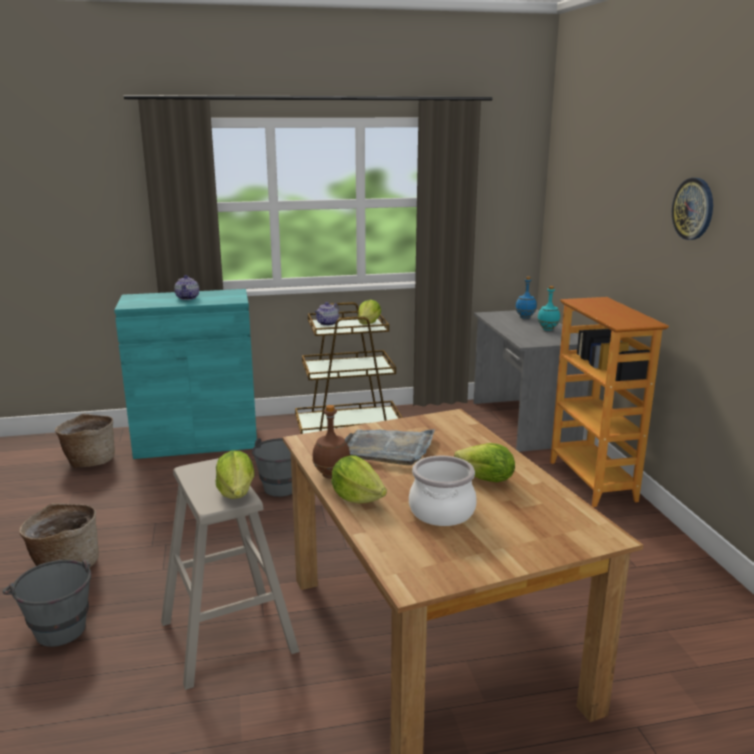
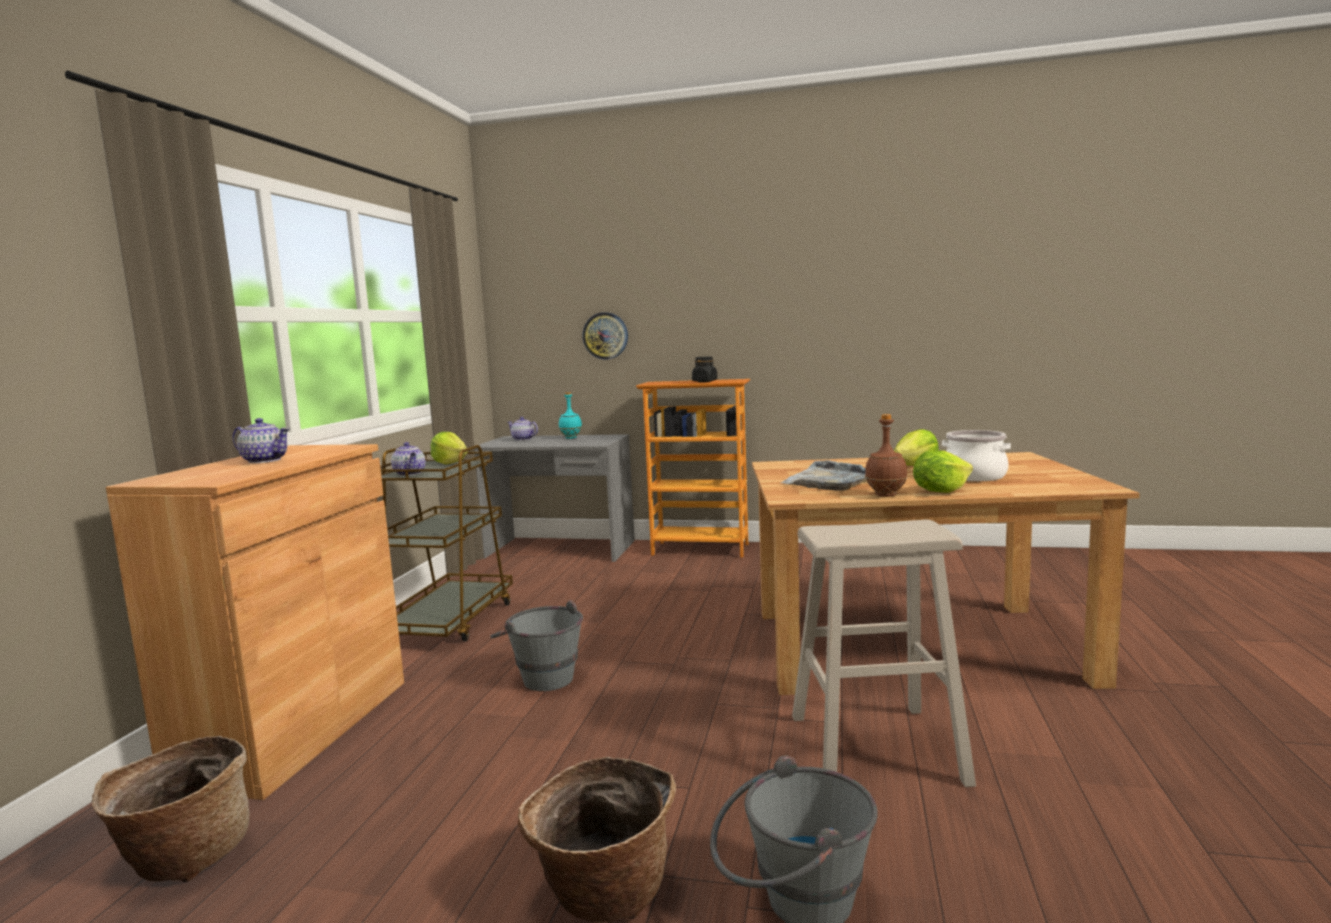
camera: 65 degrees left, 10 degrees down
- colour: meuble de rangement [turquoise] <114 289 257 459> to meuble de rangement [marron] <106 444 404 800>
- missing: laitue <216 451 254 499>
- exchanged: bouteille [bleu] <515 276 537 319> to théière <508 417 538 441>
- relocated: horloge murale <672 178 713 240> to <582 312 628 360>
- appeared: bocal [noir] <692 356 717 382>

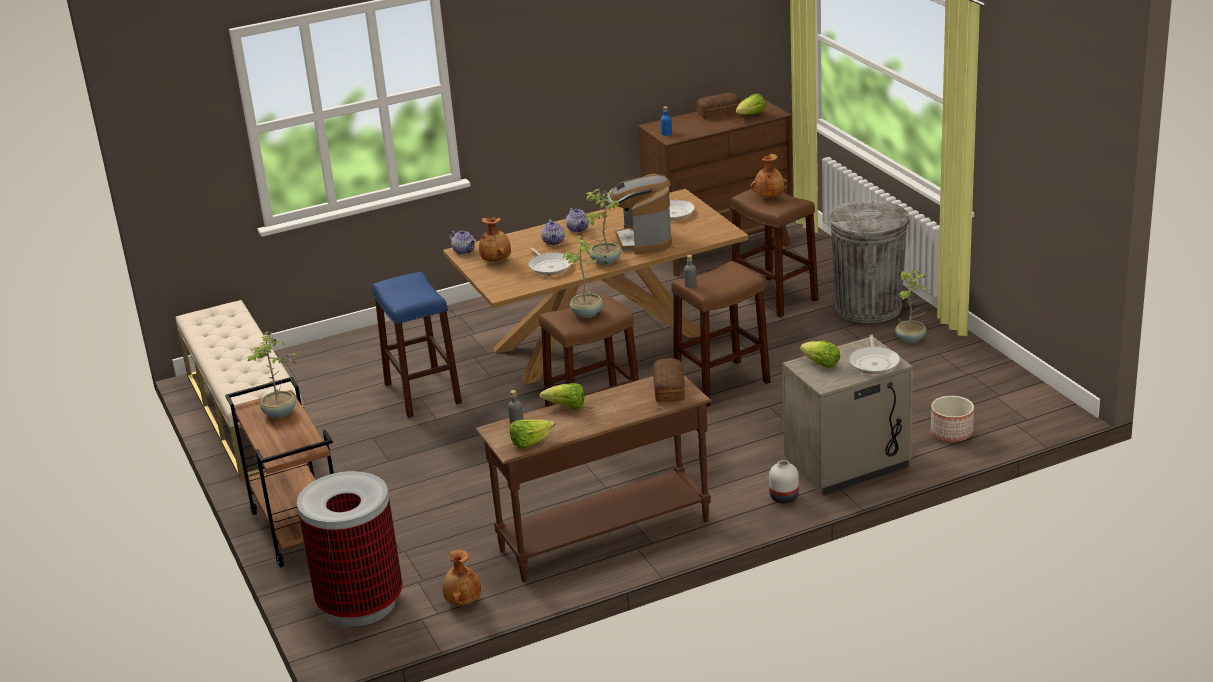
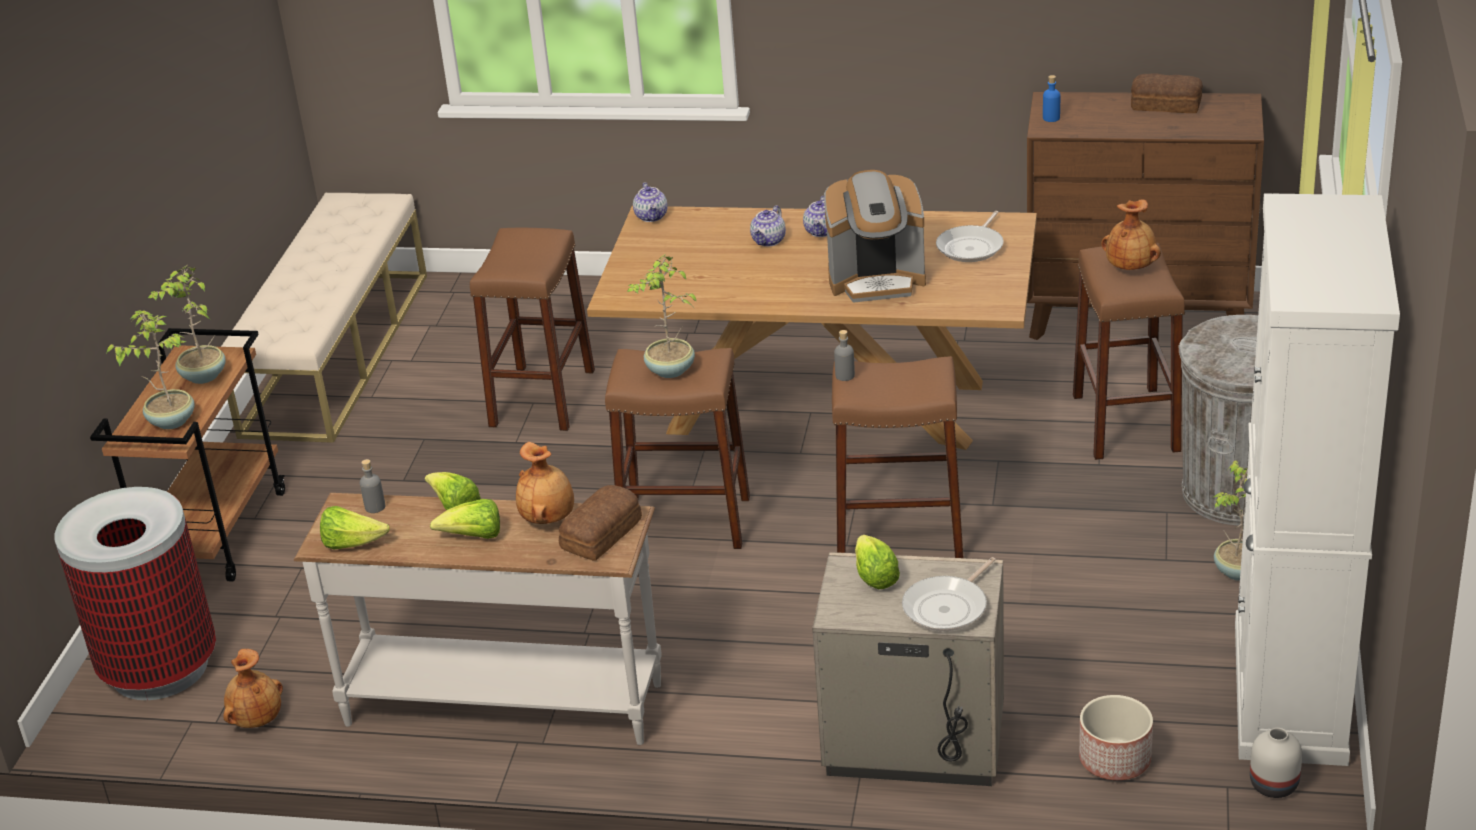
camera: 35 degrees right, 5 degrees up
- colour: tabouret [bleu] <373 272 462 418> to tabouret [marron] <470 228 595 431>
- colour: table console [marron] <476 375 711 582> to table console [blanc] <294 493 662 745>
- relocated: vase [marron] <479 217 511 262> to <516 442 574 524>
- missing: poêle <529 247 573 275>
- relocated: plante en pot <585 189 621 265> to <106 310 195 429>
- spun: machine à café <607 174 672 255> = <824 170 926 303> 120 degrees counterclockwise
- relocated: laitue <736 94 766 115> to <430 499 500 539>
- relocated: vase [blanc] <769 460 799 504> to <1250 728 1302 798>
- appeared: meuble de rangement [blanc] <1235 193 1400 766>

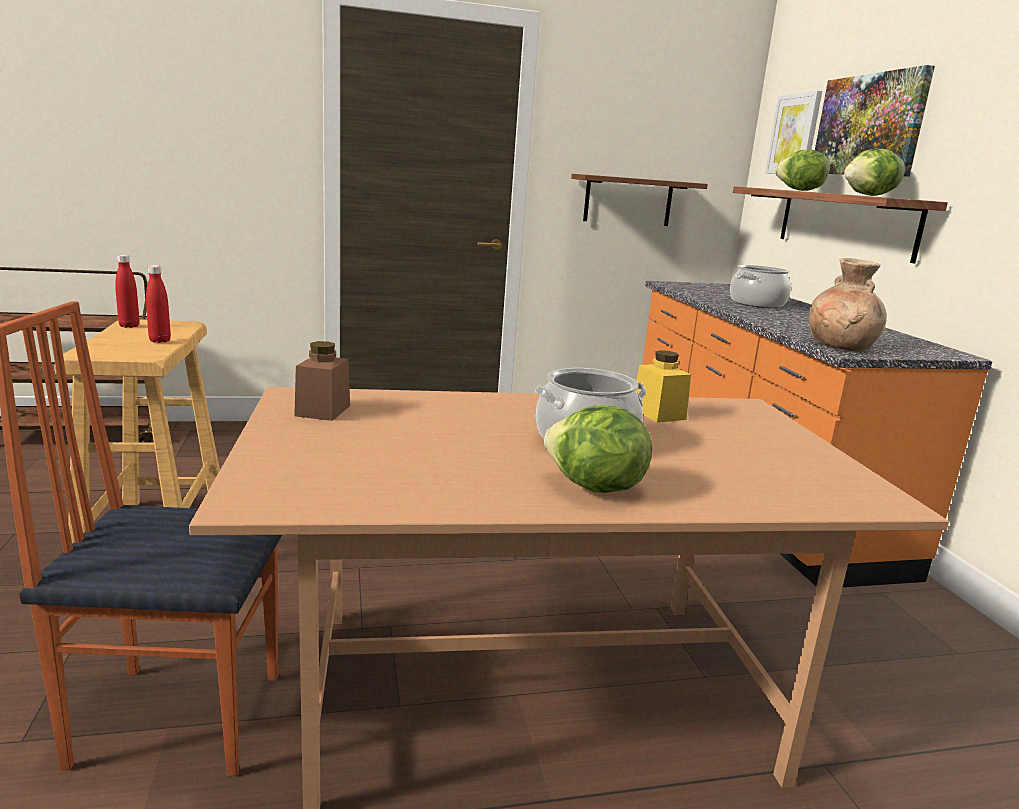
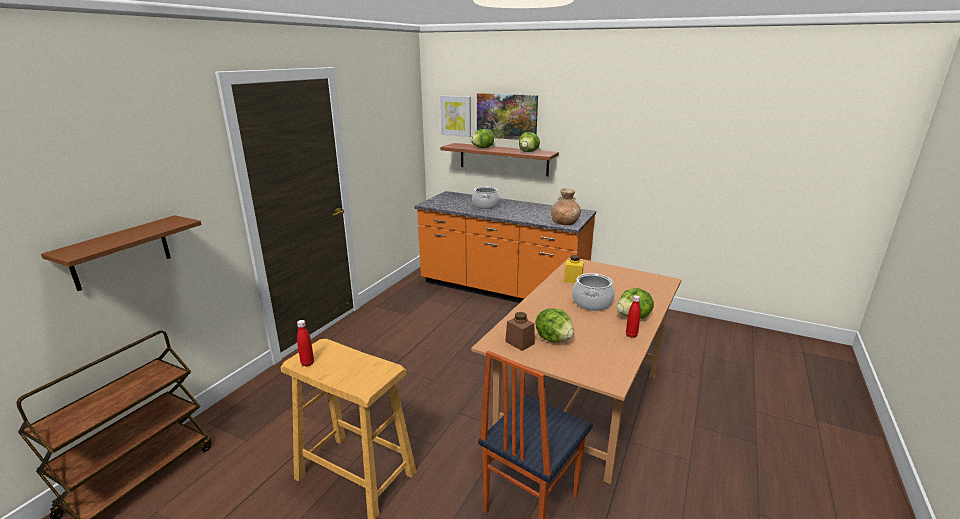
camera: 50 degrees left, 5 degrees up
- relocated: bouteille [rouge] <146 265 171 343> to <626 295 641 338>
- relocated: étagère [marron] <571 174 708 226> to <41 215 202 291>
- appeared: laitue <535 308 574 342>

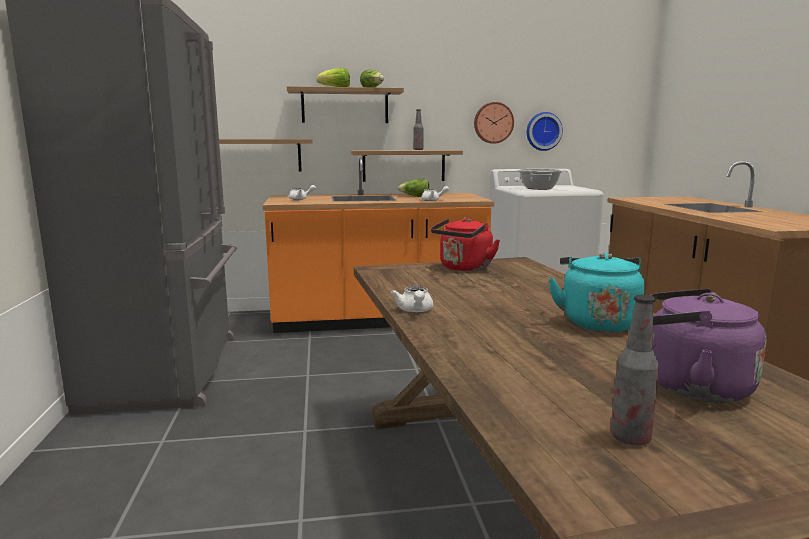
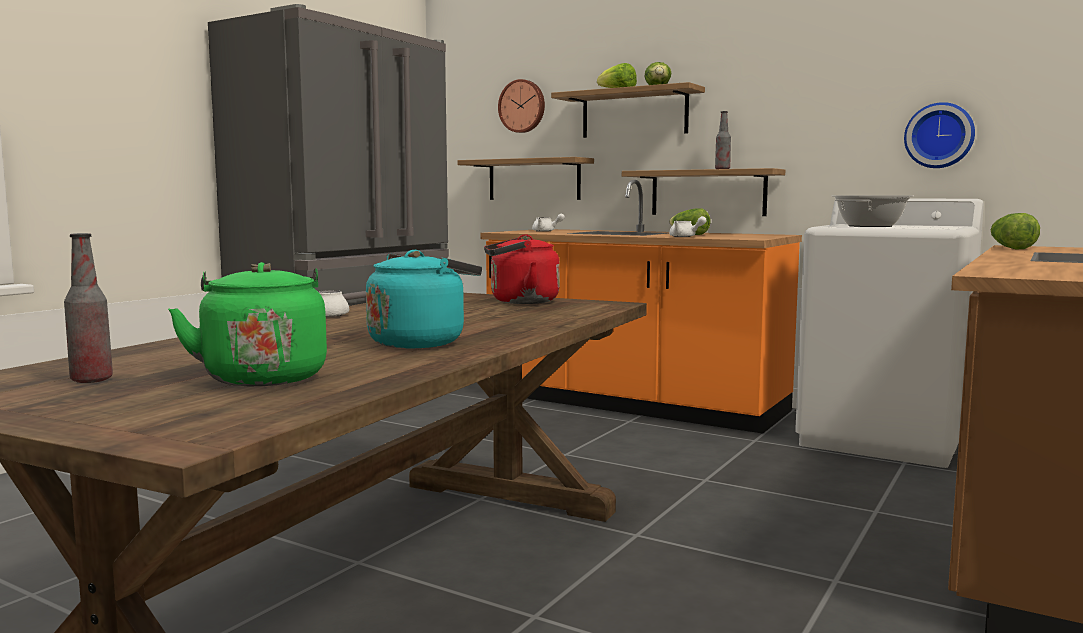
camera: 40 degrees right, 5 degrees down
- relocated: horloge murale <474 102 514 144> to <498 79 545 133>
- colour: bouilloire [violet] <650 289 767 403> to bouilloire [vert] <168 262 327 386>
- appeared: laitue <991 213 1040 249>

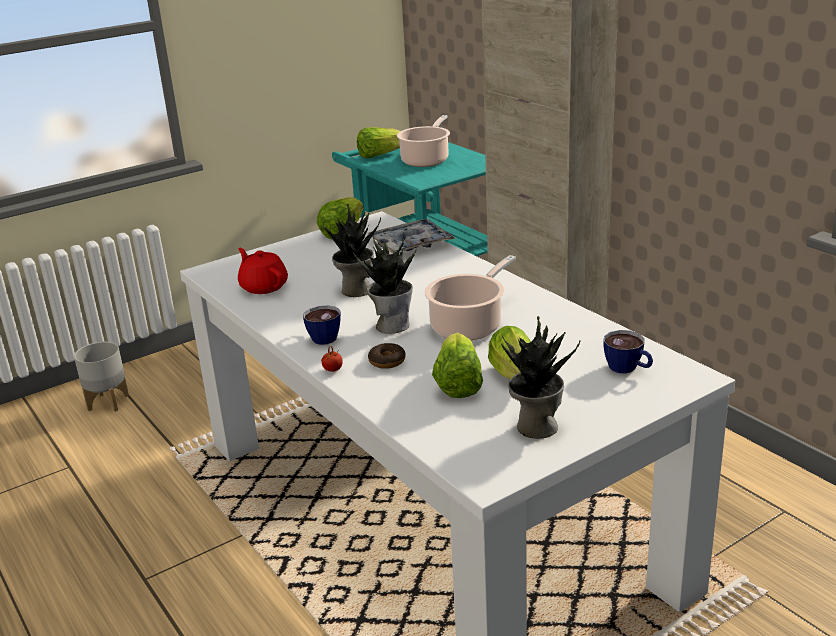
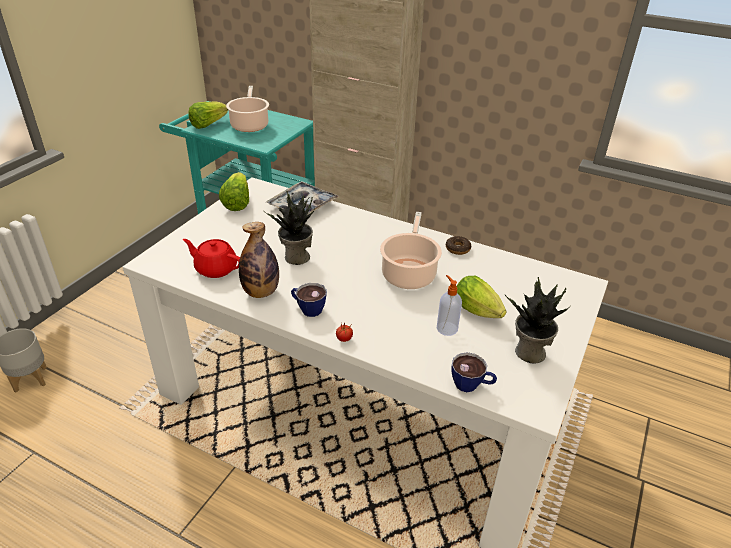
camera: 30 degrees left, 10 degrees up
- missing: plante en pot <353 237 417 334>
- relocated: beignet <368 343 406 369> to <446 236 471 255>
- exchanged: laitue <432 332 483 398> to distributeur de savon <437 275 462 336>
- relocated: tasse <603 330 653 374> to <451 352 497 392>
- appeared: bouteille <239 222 279 298>

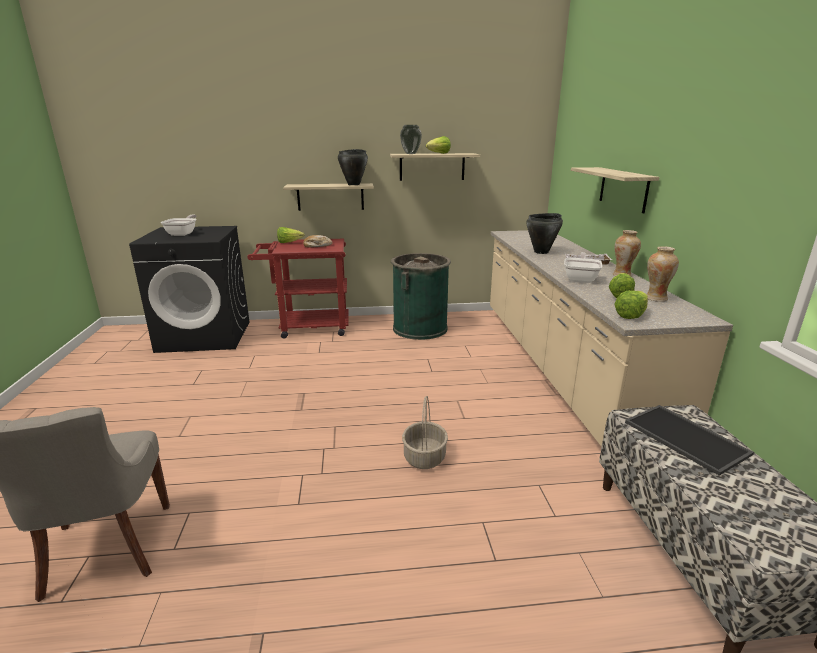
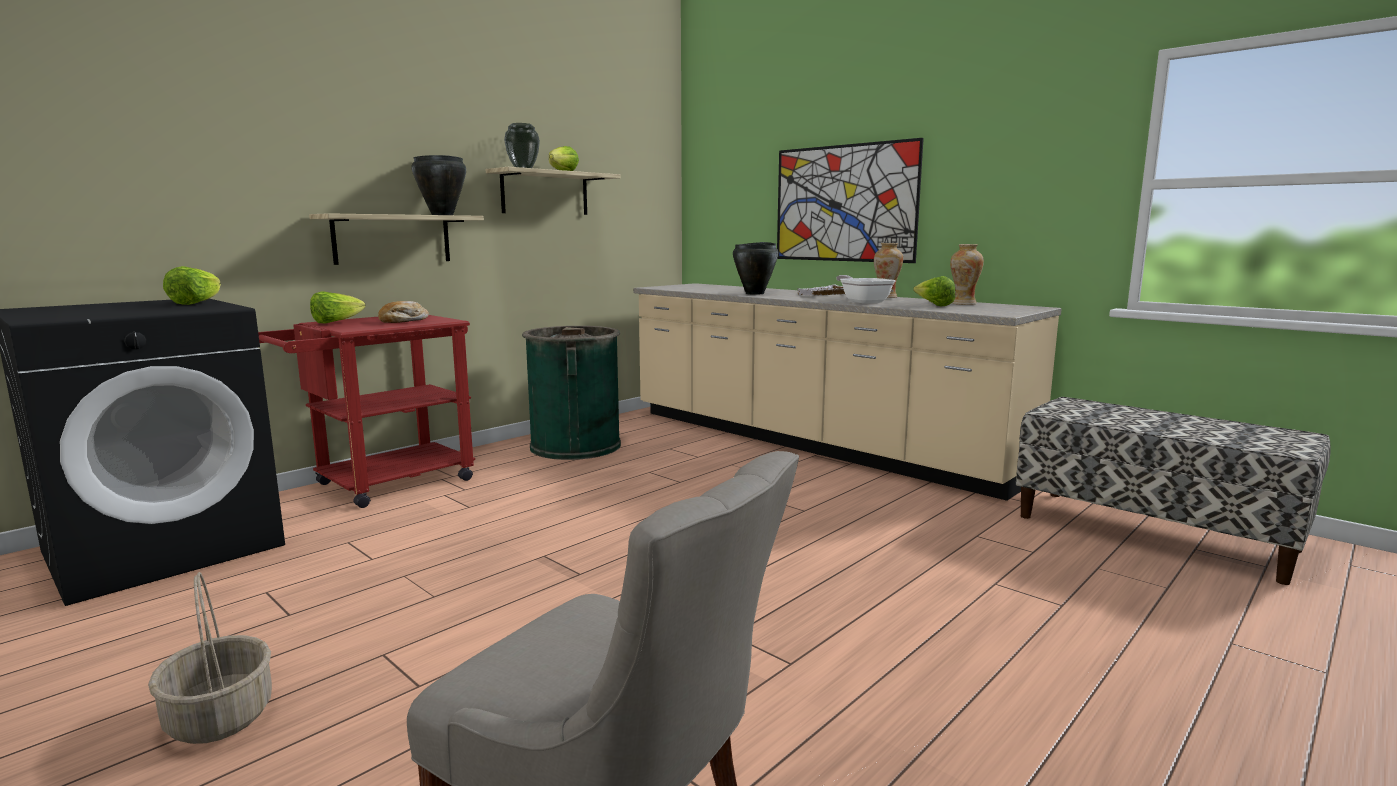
camera: 40 degrees left, 10 degrees down
- missing: poêle <161 215 197 236>
- relocated: panier <402 396 448 469> to <148 572 272 744>
- exchanged: étagère <571 167 659 213> to tableau <777 138 924 263>
- relocated: laitue <614 291 648 319> to <163 266 221 305>
- missing: plateau <625 405 754 476>

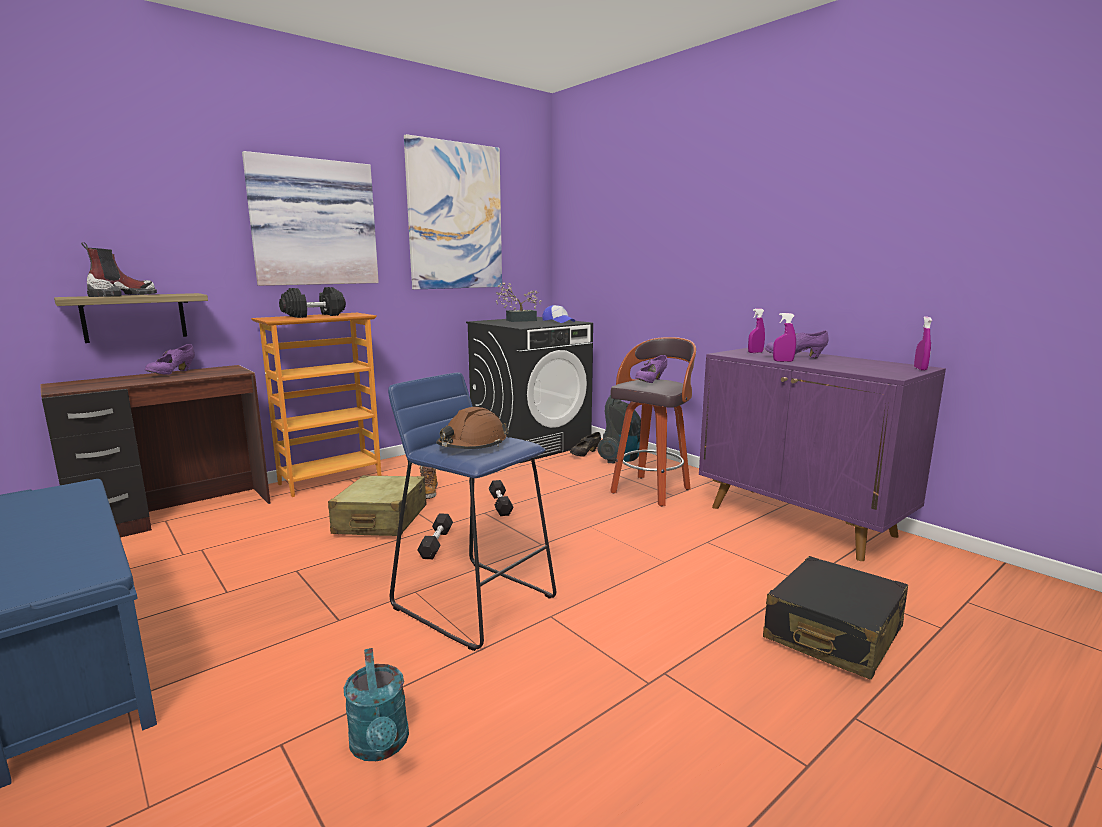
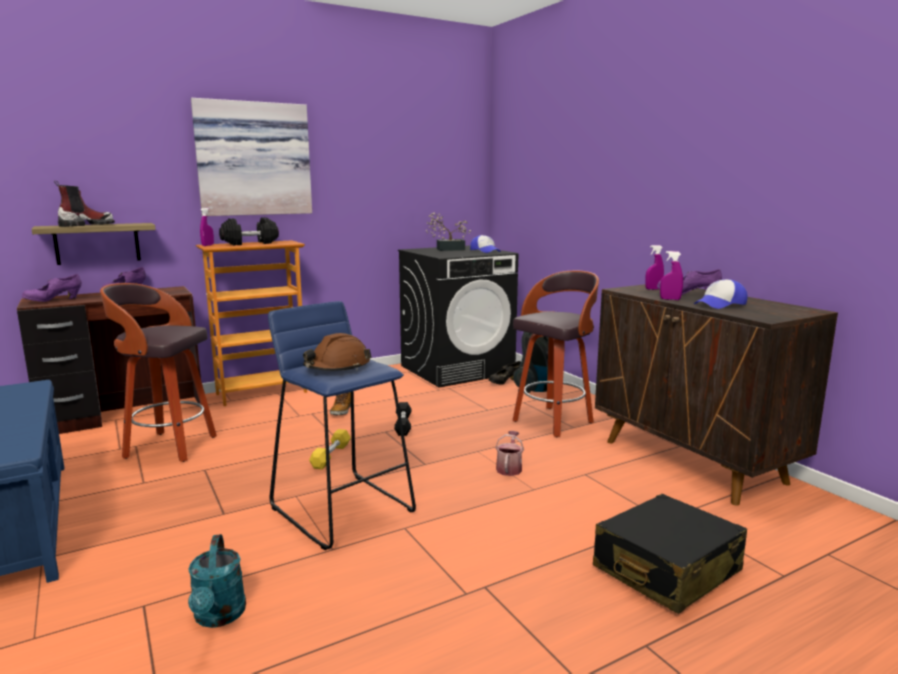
camera: 10 degrees right, 0 degrees up
- missing: valise [beige] <328 475 427 536>
- missing: tableau <404 134 502 290>
- colour: haltère [noir] <417 513 453 559> to haltère [jaune] <309 429 351 470>
- relocated: chaussure [violet] <635 355 667 383> to <22 274 82 302>
- colour: meuble de rangement [violet] <699 347 946 561> to meuble de rangement [marron] <595 284 838 506>
- relocated: vaporisateur [violet] <914 316 932 371> to <200 208 214 246>
- appeared: tabouret <100 283 217 462>
- appeared: arrosoir <495 431 524 476>
- appeared: casquette <694 279 747 309>

